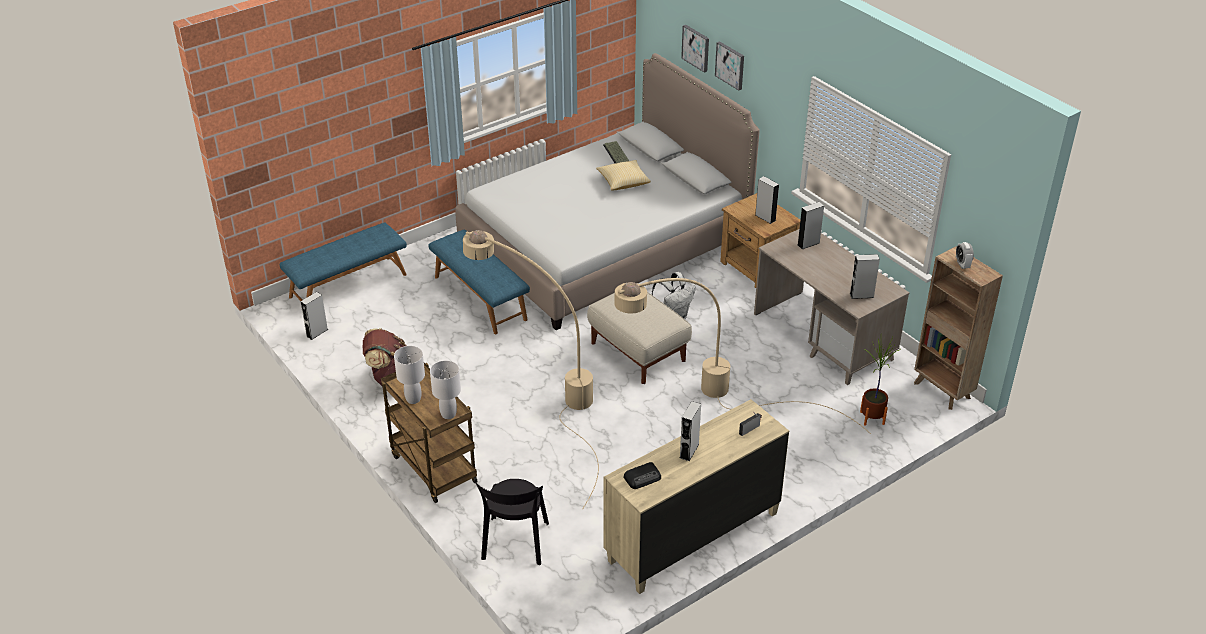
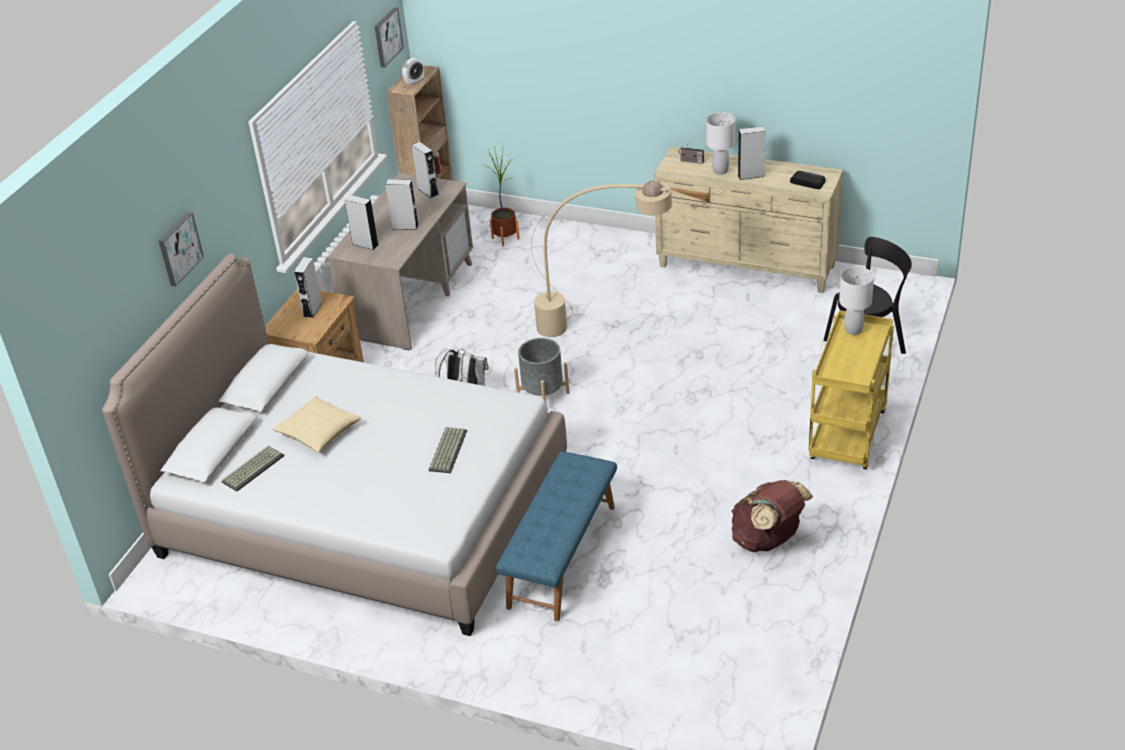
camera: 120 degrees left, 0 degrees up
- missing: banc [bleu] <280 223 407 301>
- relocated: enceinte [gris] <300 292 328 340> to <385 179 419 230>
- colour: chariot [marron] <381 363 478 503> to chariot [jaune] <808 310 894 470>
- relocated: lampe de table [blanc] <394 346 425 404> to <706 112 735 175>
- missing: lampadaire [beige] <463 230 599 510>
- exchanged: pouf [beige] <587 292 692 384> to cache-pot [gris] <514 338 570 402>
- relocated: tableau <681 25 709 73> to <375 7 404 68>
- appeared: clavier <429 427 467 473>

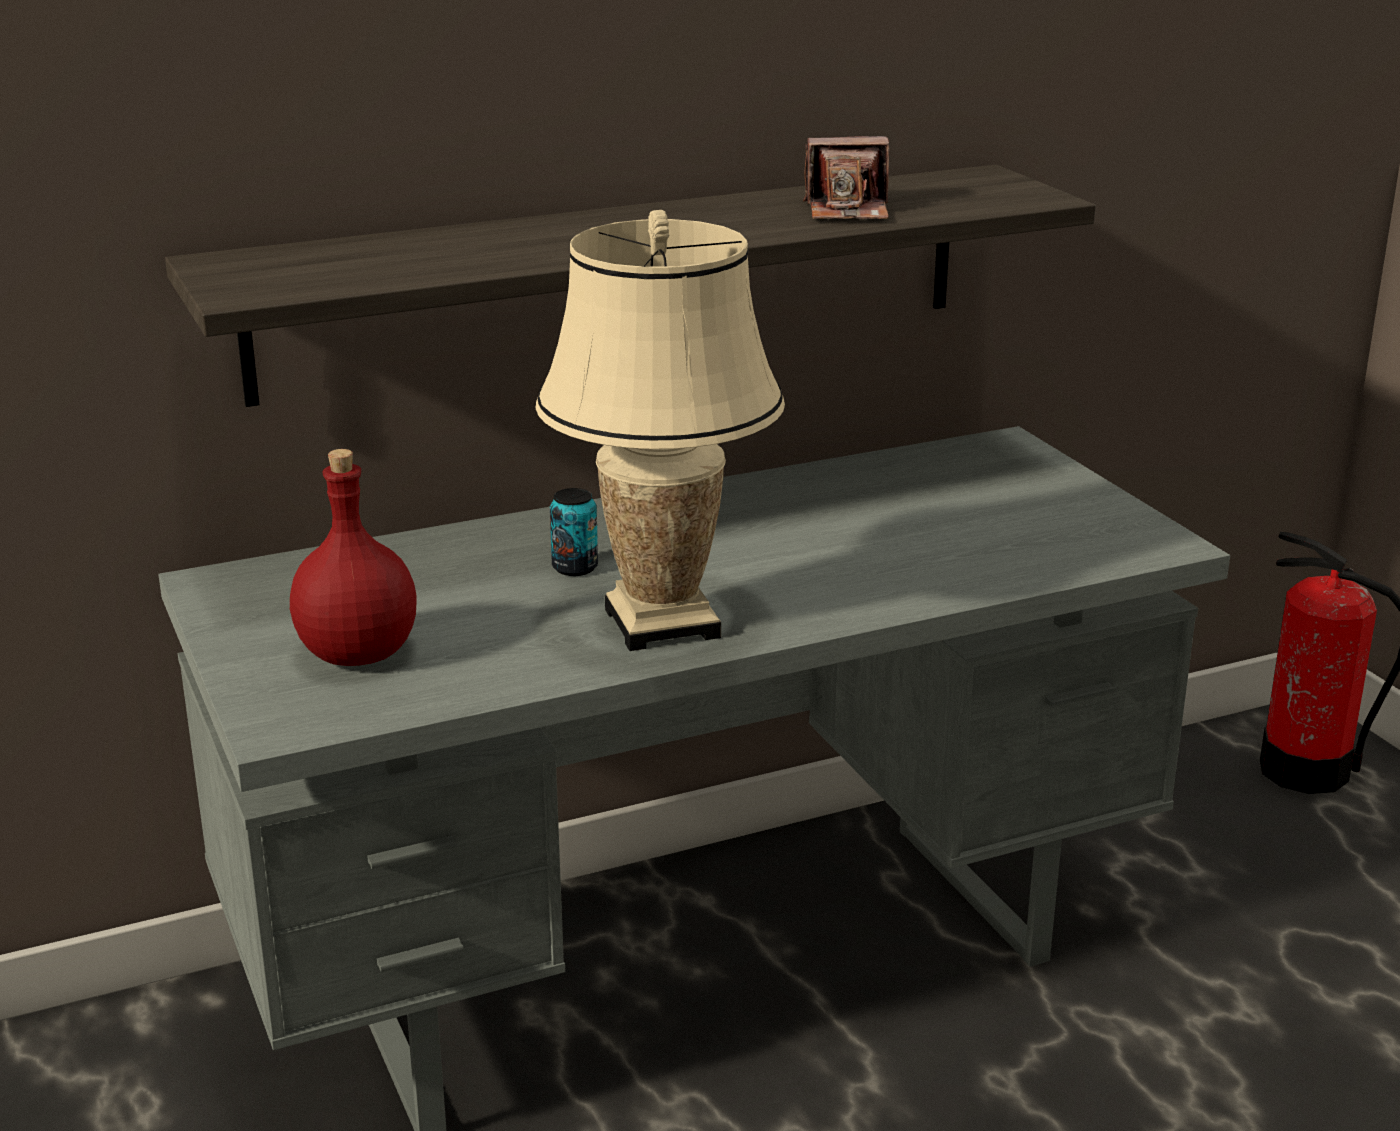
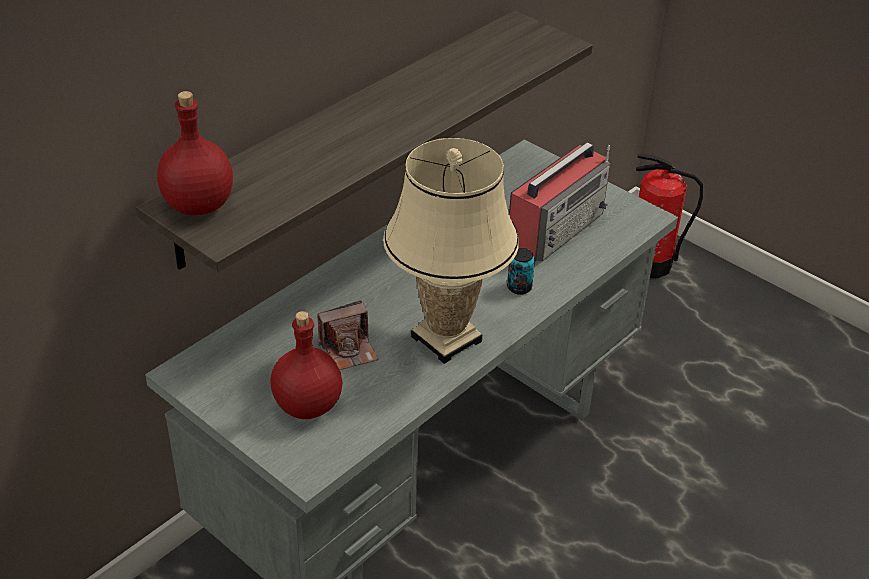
camera: 25 degrees left, 15 degrees up
- relocated: boîte métallique <550 488 598 576> to <507 248 535 295>
- relocated: appareil photo <803 136 889 219> to <317 300 379 370>
- appeared: bouteille [rouge] <157 91 233 215>
- appeared: radio <509 142 610 262>

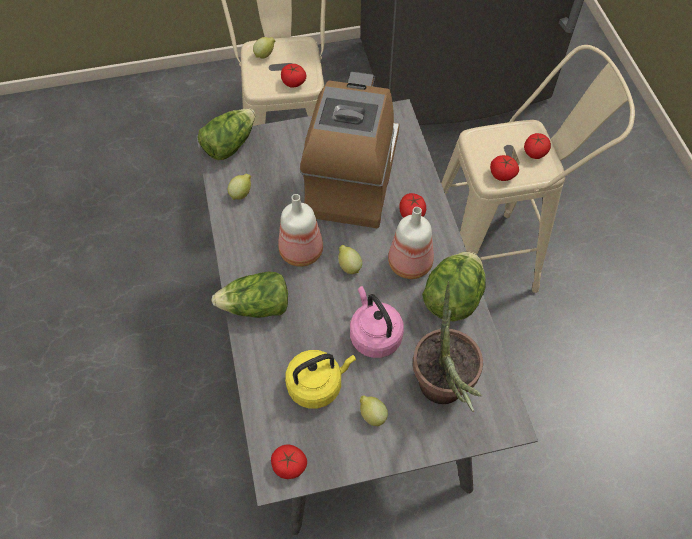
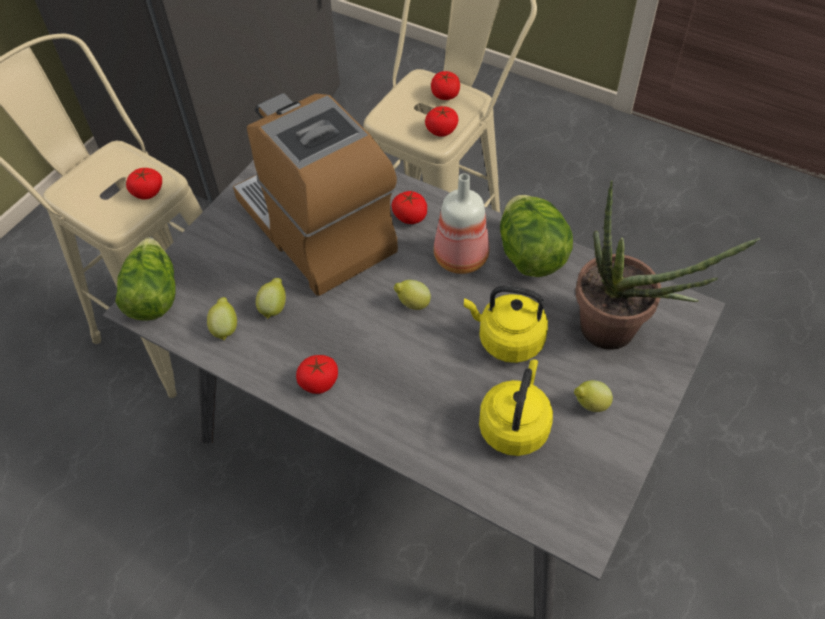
camera: 45 degrees left, 5 degrees down
- missing: laitue <211 272 288 318>
- relocated: citron <253 37 275 58> to <256 278 286 319>
- relocated: tomate <271 444 307 479> to <296 355 338 394>
- missing: bouteille <278 194 323 267>
- colour: bouilloire [rose] <350 286 404 358> to bouilloire [jaune] <464 285 548 363>

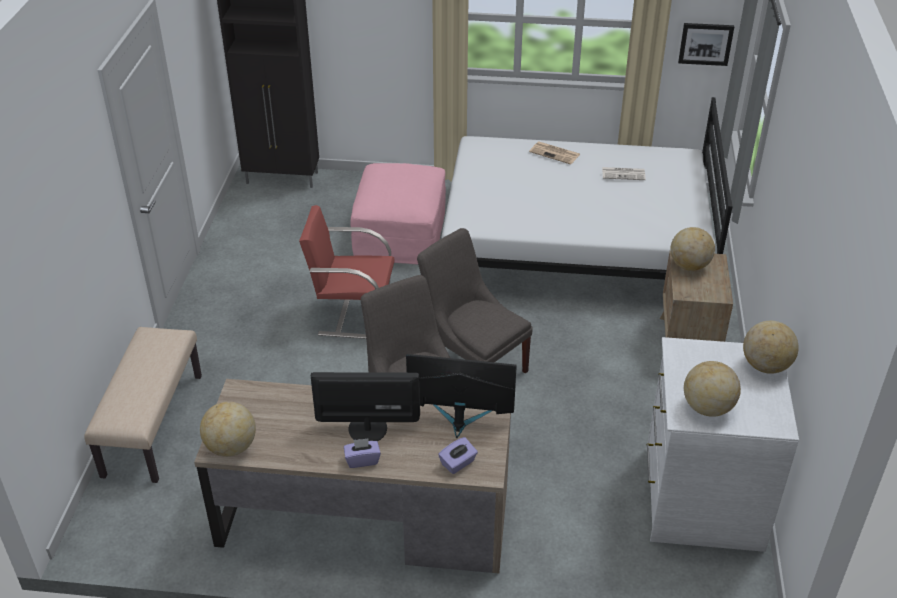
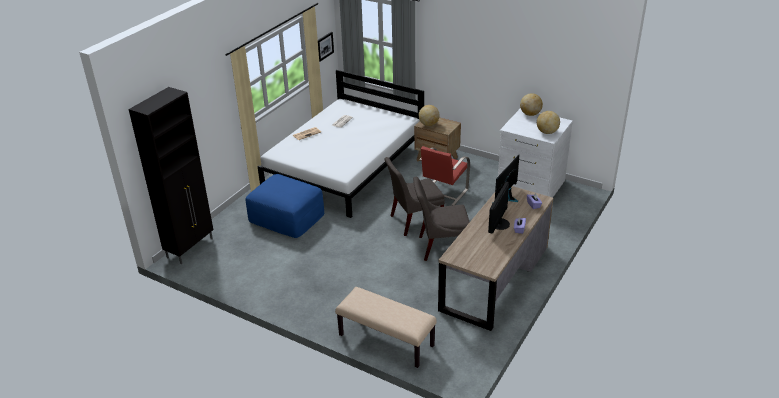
camera: 65 degrees left, 5 degrees down
- missing: globe <200 401 256 457>
- relocated: chaise [rouge] <299 205 395 339> to <419 146 470 205>
- colour: pouf [rose] <350 163 446 264> to pouf [bleu] <245 174 324 238>

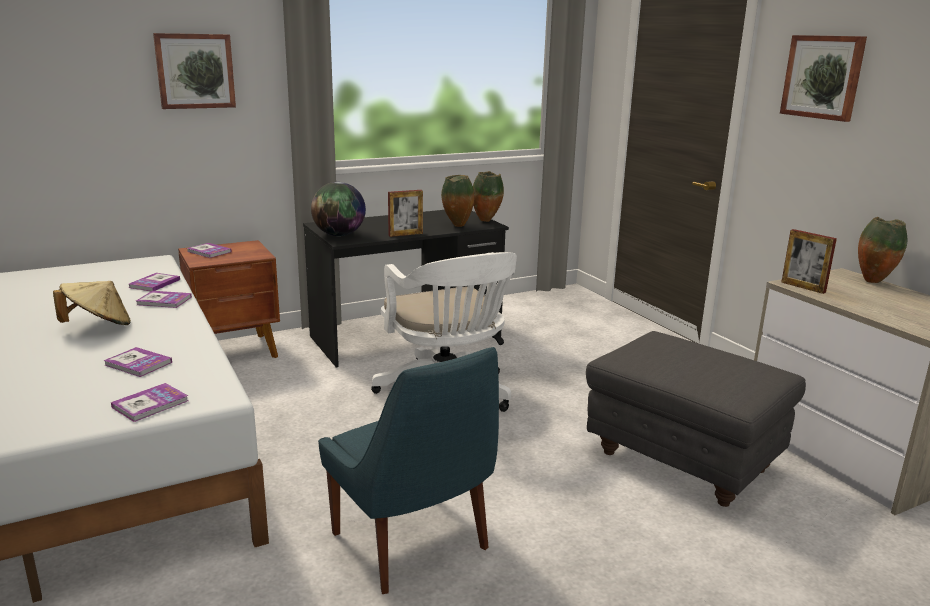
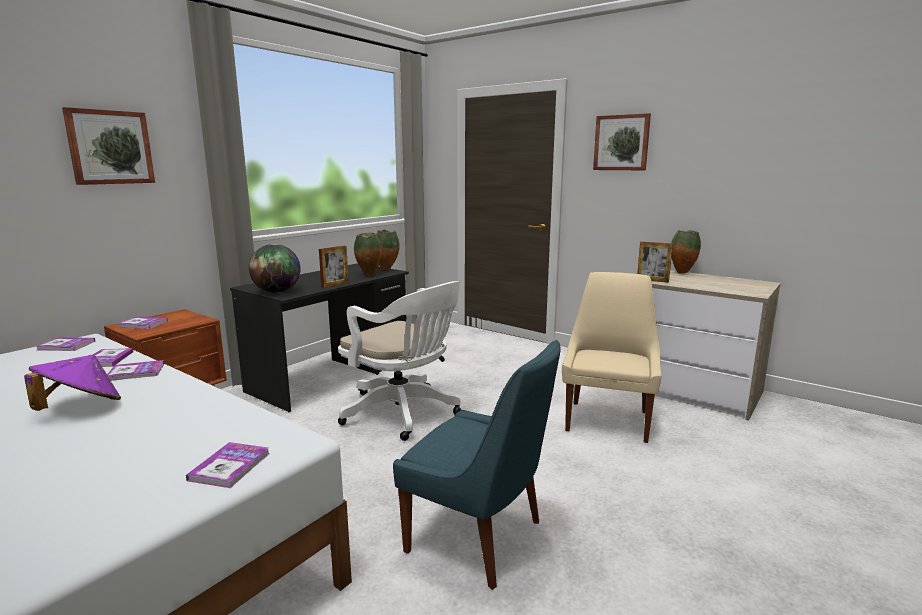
camera: 25 degrees left, 5 degrees down
- colour: chapeau [beige] <53 281 131 325> to chapeau [violet] <24 355 121 411>
- relocated: livre <104 347 172 377> to <36 337 95 351>
- exchanged: pouf [gris] <586 331 806 507> to chaise [beige] <562 272 662 443>

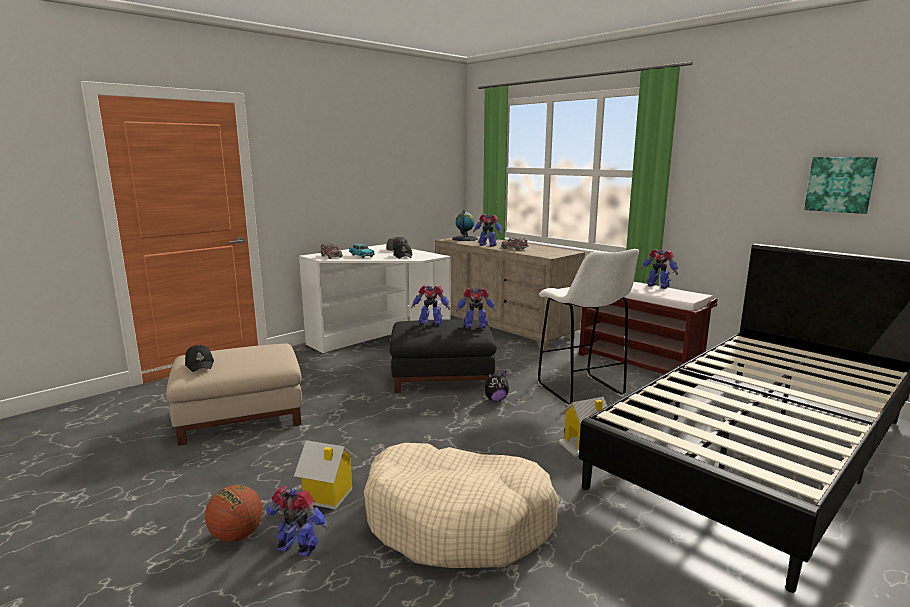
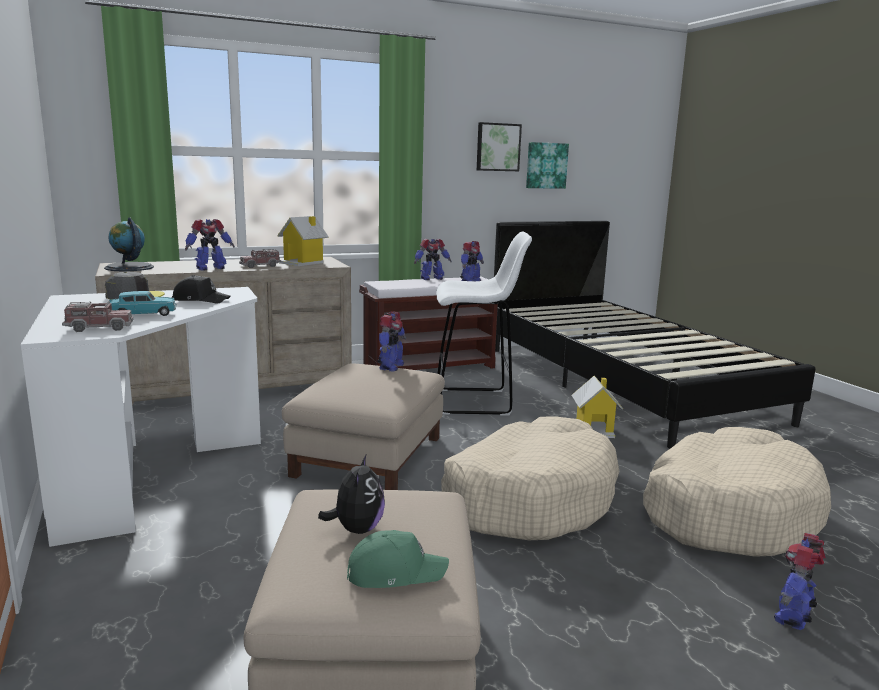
camera: 70 degrees left, 0 degrees up
- colour: casquette [noir] <185 345 214 372> to casquette [vert] <347 530 449 588>
- missing: ballon de basket <205 485 262 542>
- relocated: maison miniature <294 440 357 509> to <277 216 328 266>
- colour: pouf [noir] <390 319 496 393> to pouf [beige] <282 363 445 490>
- relocated: robot jouet <411 285 450 326> to <460 241 484 281>
- relocated: peluche <485 371 509 402> to <318 455 385 534>
- appeared: panier pour chien [beige] <441 416 619 540>
- appeared: tableau <477 122 522 171>

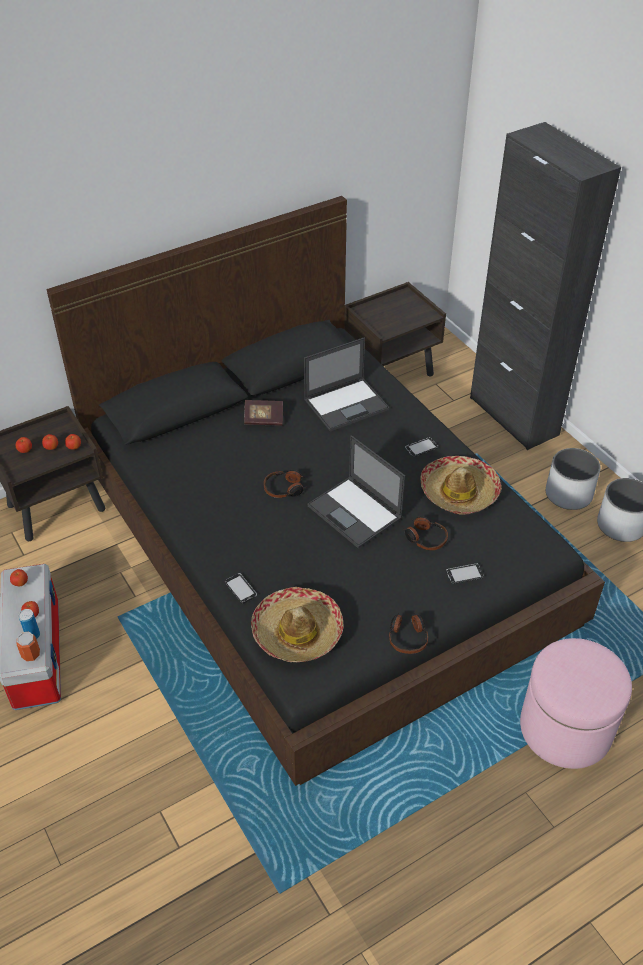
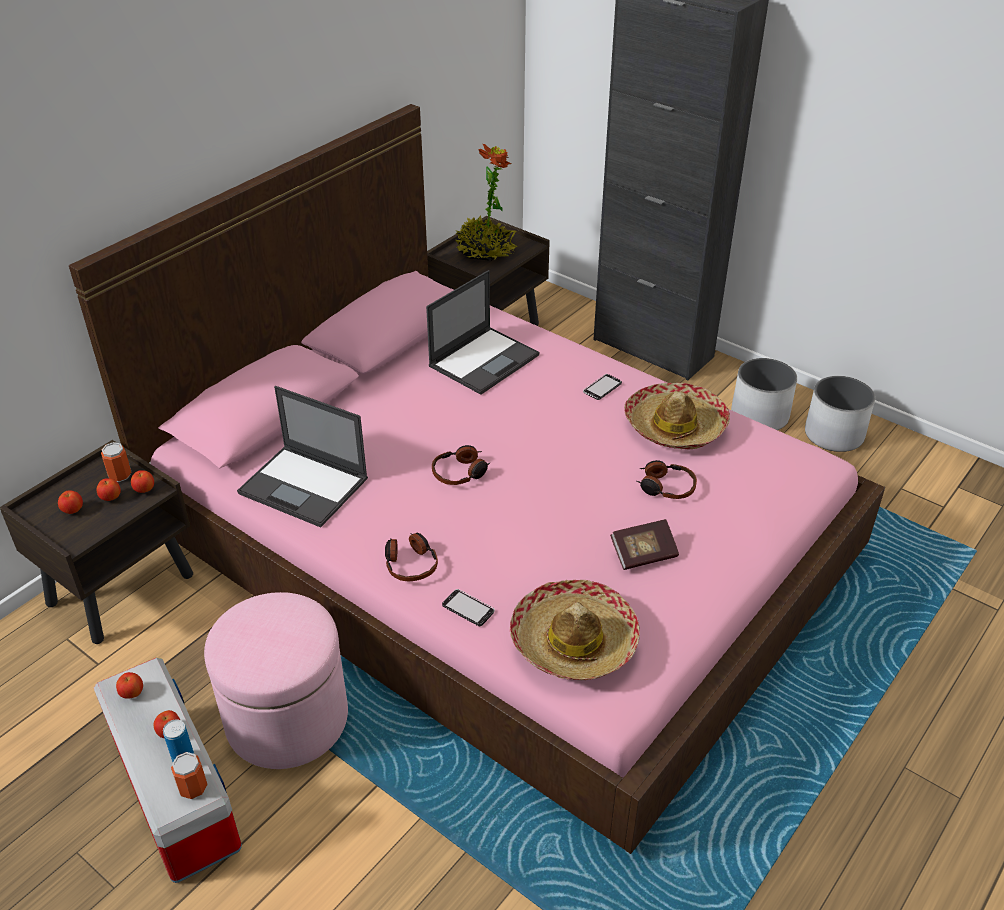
camera: 20 degrees left, 5 degrees down
- colour: lit [noir] <47 196 605 786> to lit [rose] <69 104 885 854>
- relocated: livre <244 400 283 426> to <610 519 679 570>
- relocated: ordinateur portable <307 435 405 548> to <237 386 368 527>
- relocated: casque audio <389 613 428 654> to <385 533 438 581>
- missing: téléphone <446 563 484 584>
- relocated: pouf [rose] <520 638 632 769> to <204 592 348 769>
- appeared: boîte métallique <101 442 132 482>
- appeared: plante en pot <455 143 518 261>

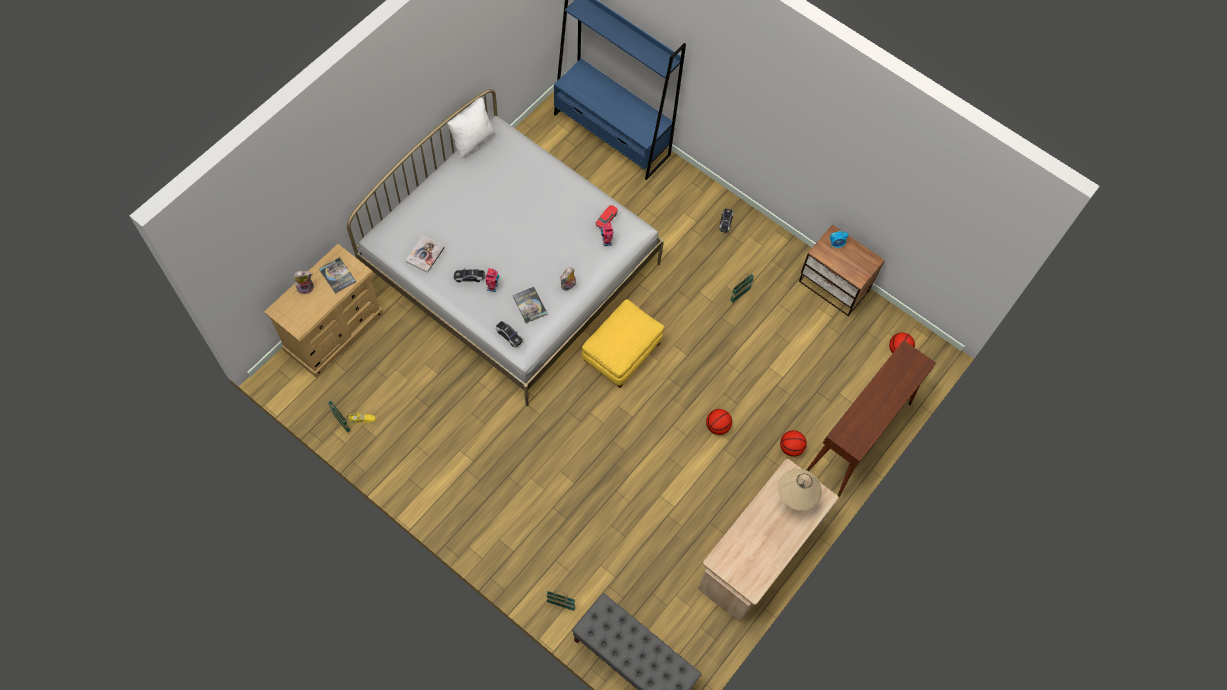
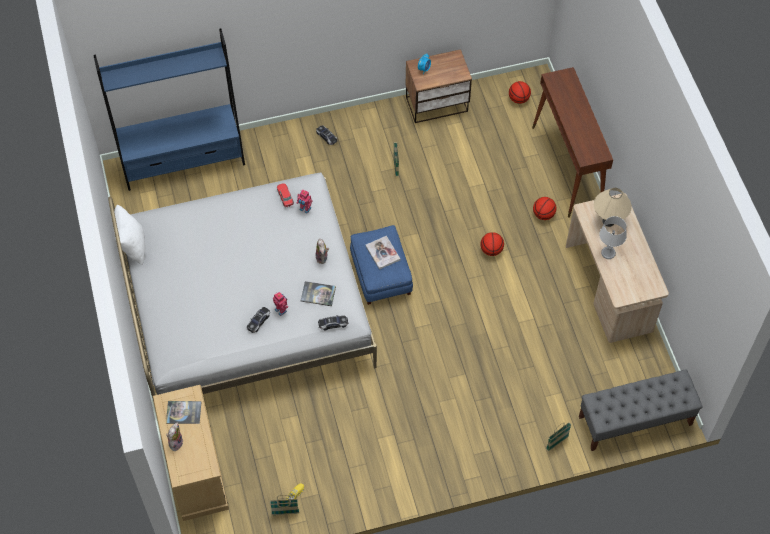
camera: 50 degrees left, 5 degrees down
- relocated: livre <405 236 445 273> to <366 236 400 270>
- colour: pouf [jaune] <582 299 664 388> to pouf [bleu] <350 225 413 305>
- appeared: lampe de table [gris] <599 216 627 259>

